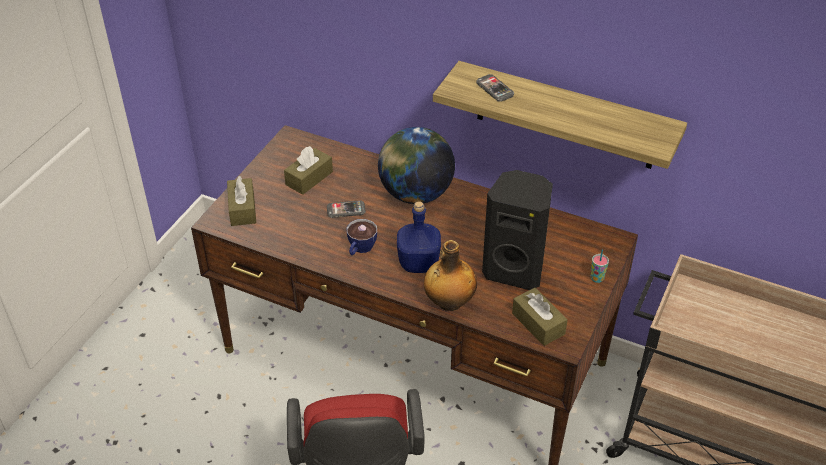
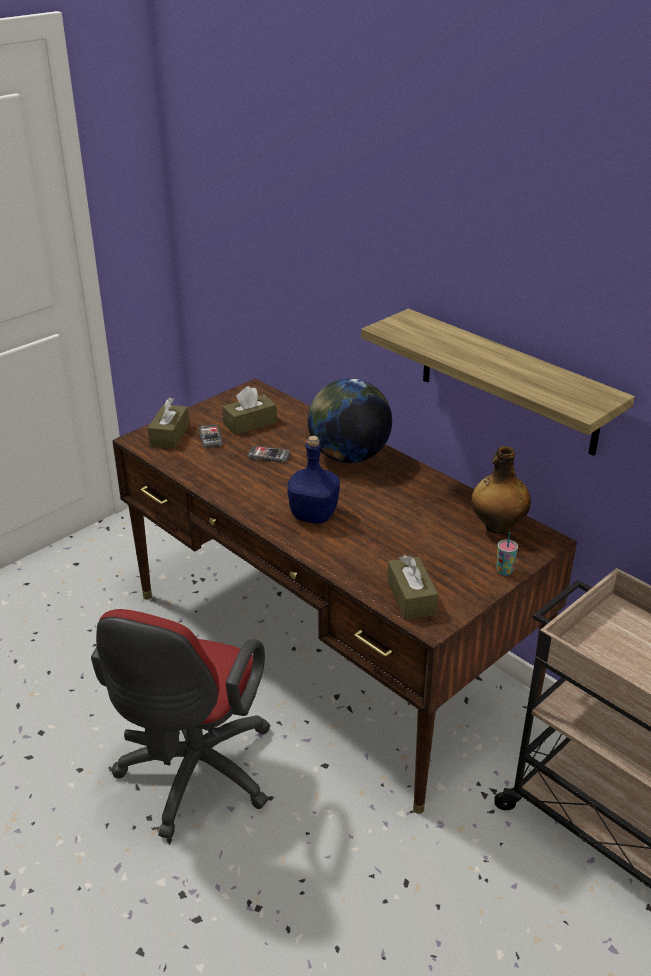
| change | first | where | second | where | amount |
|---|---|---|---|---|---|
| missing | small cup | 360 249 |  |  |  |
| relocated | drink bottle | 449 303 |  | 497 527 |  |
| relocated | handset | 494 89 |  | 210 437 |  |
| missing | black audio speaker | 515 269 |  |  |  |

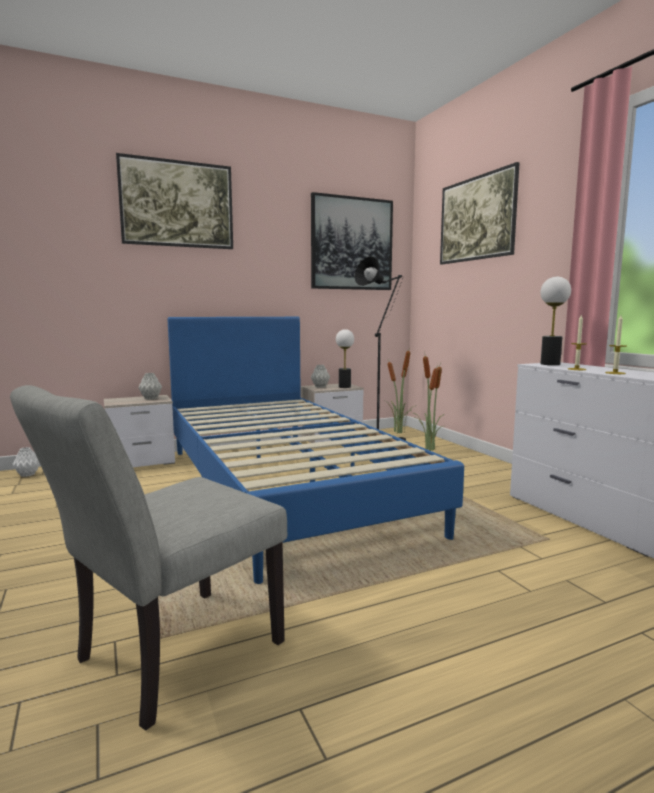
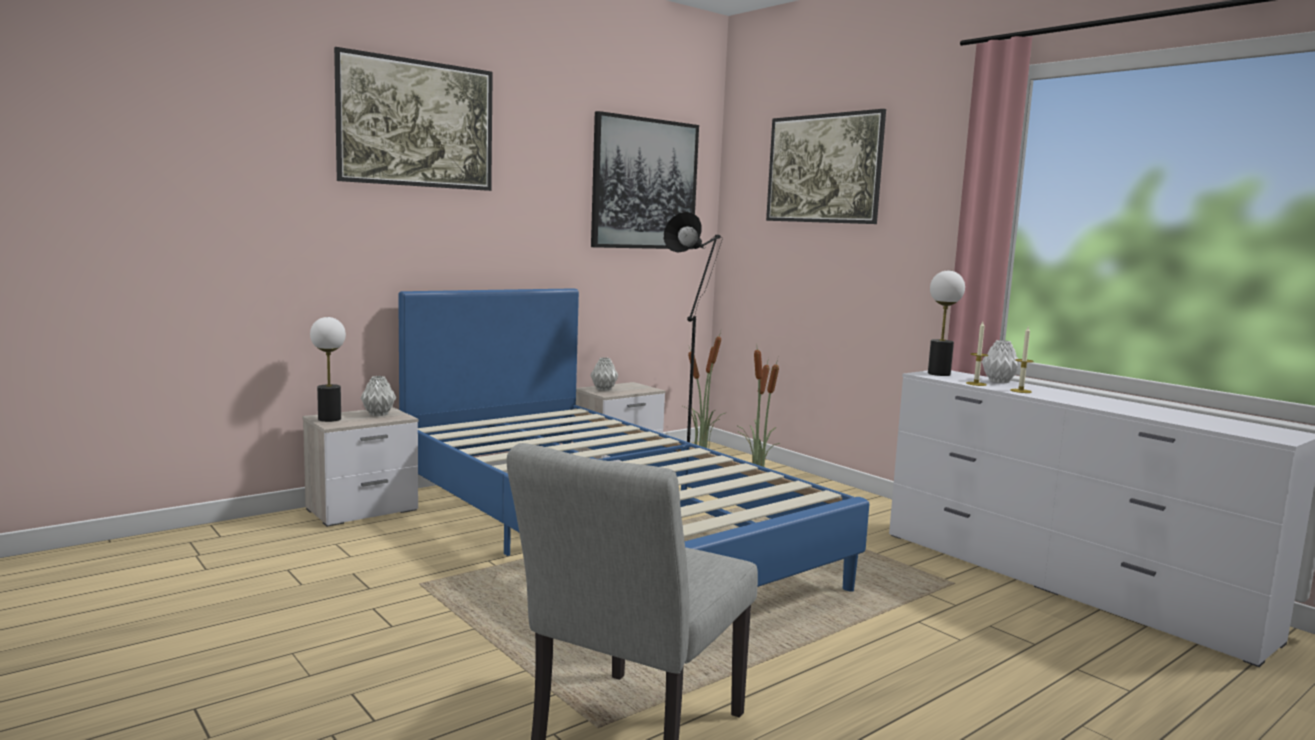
| change | first | where | second | where | amount |
|---|---|---|---|---|---|
| relocated | white-coloured decorative vase | 27 475 |  | 999 381 |  |
| relocated | lamp for a table | 344 387 |  | 329 419 |  |

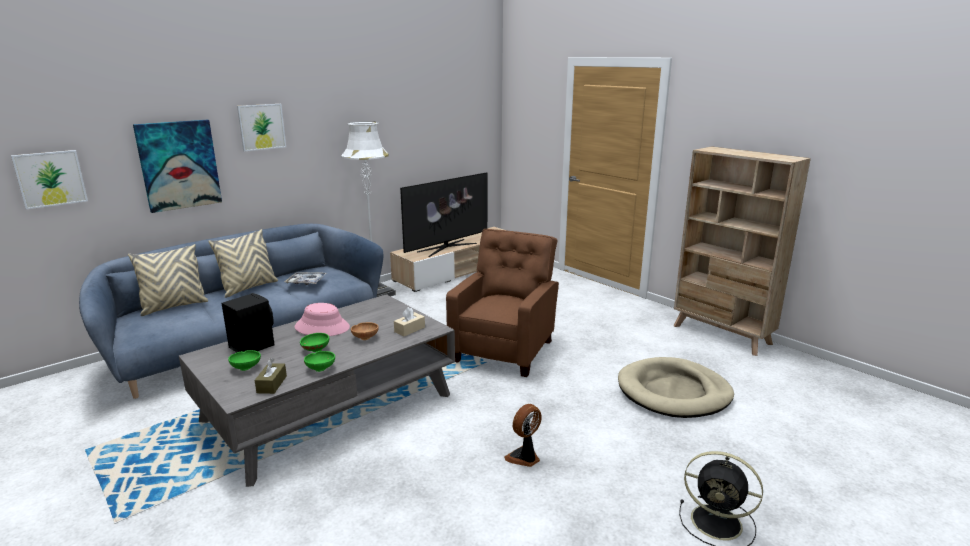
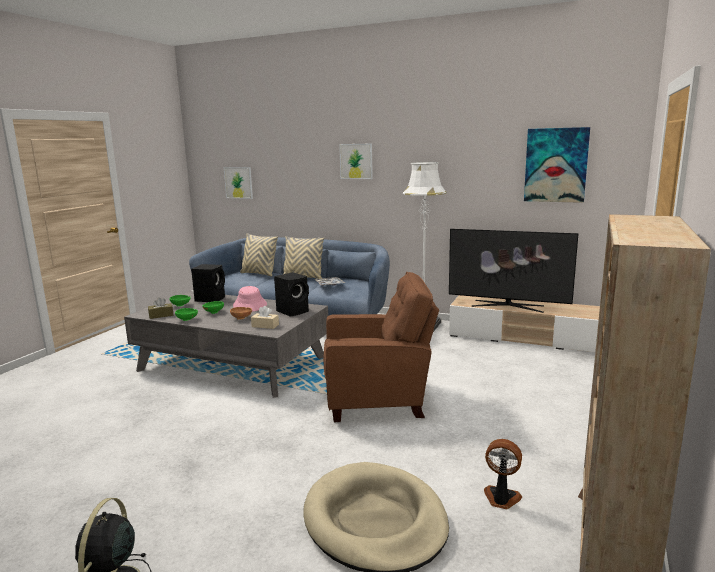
| change | first | where | second | where | amount |
|---|---|---|---|---|---|
| relocated | wall art | 179 165 |  | 556 165 |  |
| relocated | fan | 524 458 |  | 501 499 |  |
| appeared |  |  | black audio speaker | 293 311 |  |

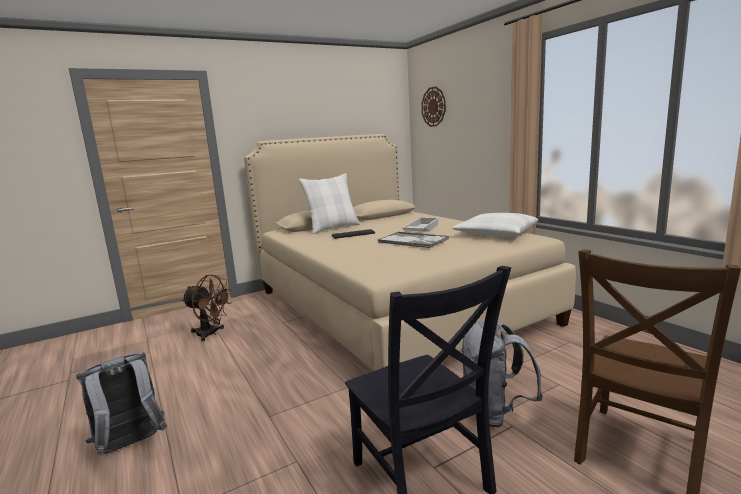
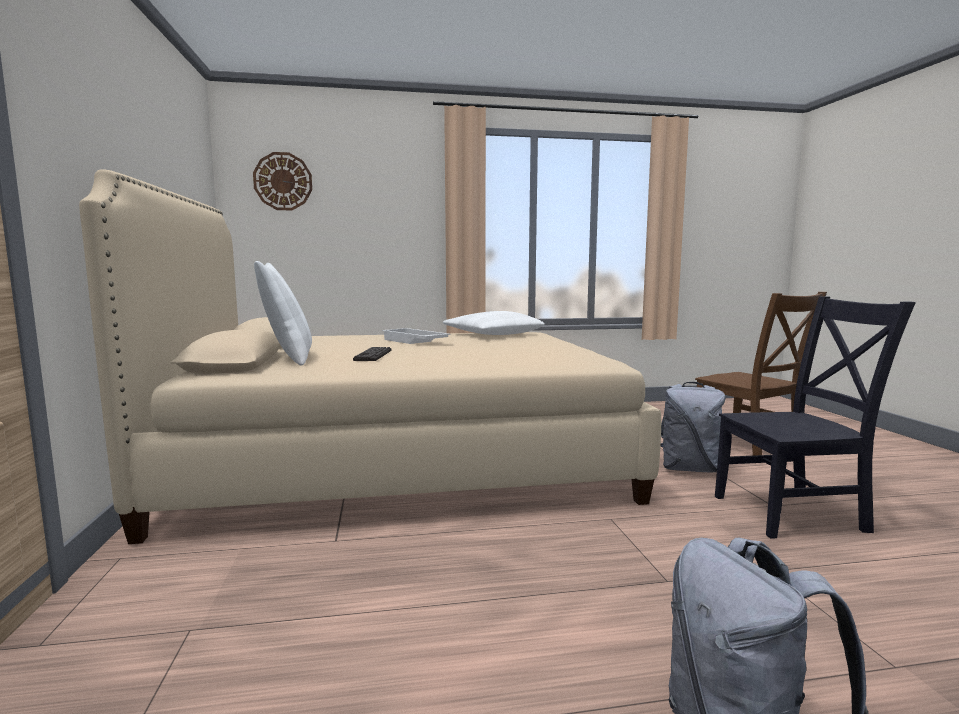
| change | first | where | second | where | amount |
|---|---|---|---|---|---|
| missing | brown-coloured fan | 211 334 |  |  |  |
| missing | carrying tray | 413 241 |  |  |  |

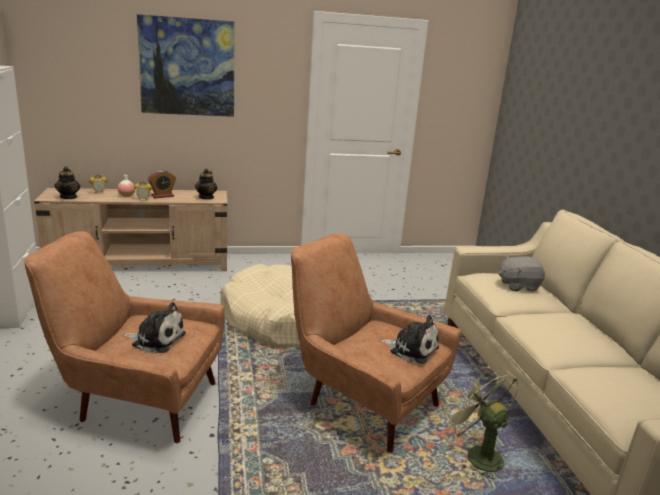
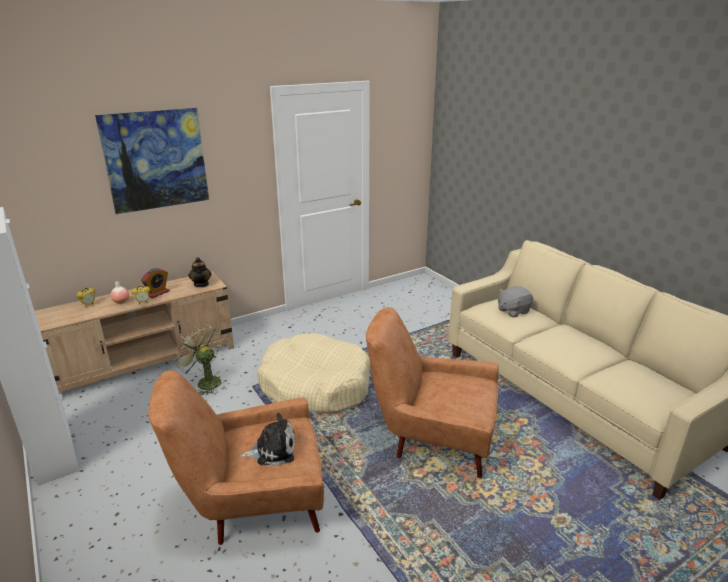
| change | first | where | second | where | amount |
|---|---|---|---|---|---|
| missing | pot for tea | 69 197 |  |  |  |
| missing | cuddly toy | 411 349 |  |  |  |
| relocated | green-coloured fan | 477 454 |  | 205 382 |  |

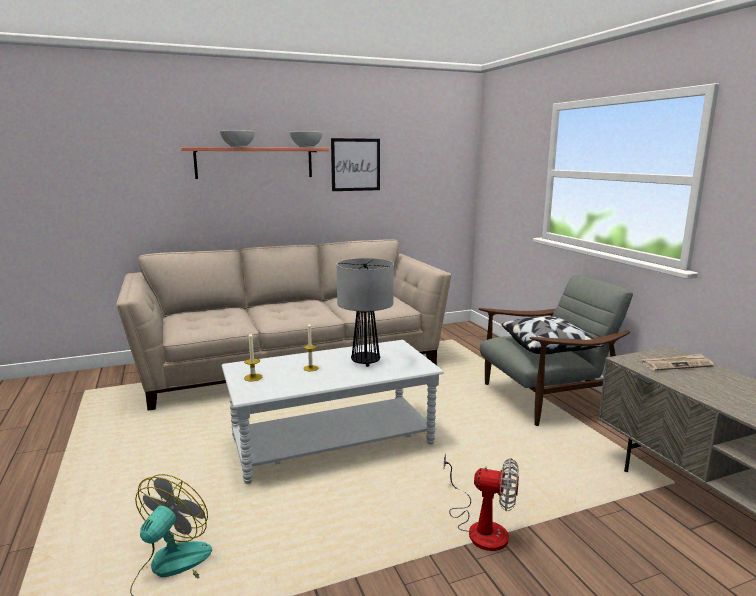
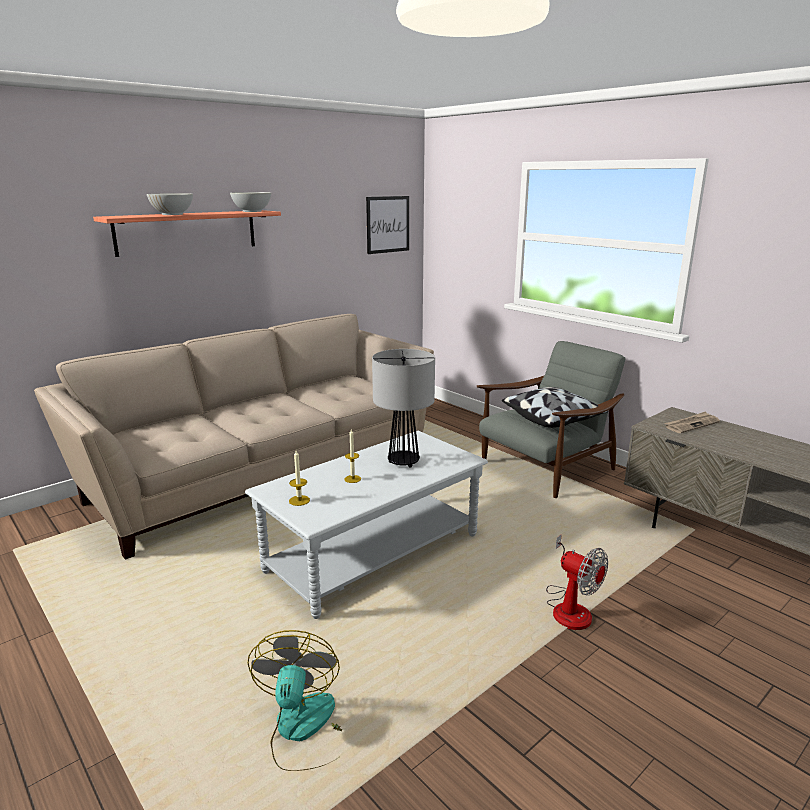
| change | first | where | second | where | amount |
|---|---|---|---|---|---|
| relocated | wall art | 355 164 |  | 388 224 |  |
| spun | fan | 480 527 |  | 569 607 | 45 degrees clockwise |

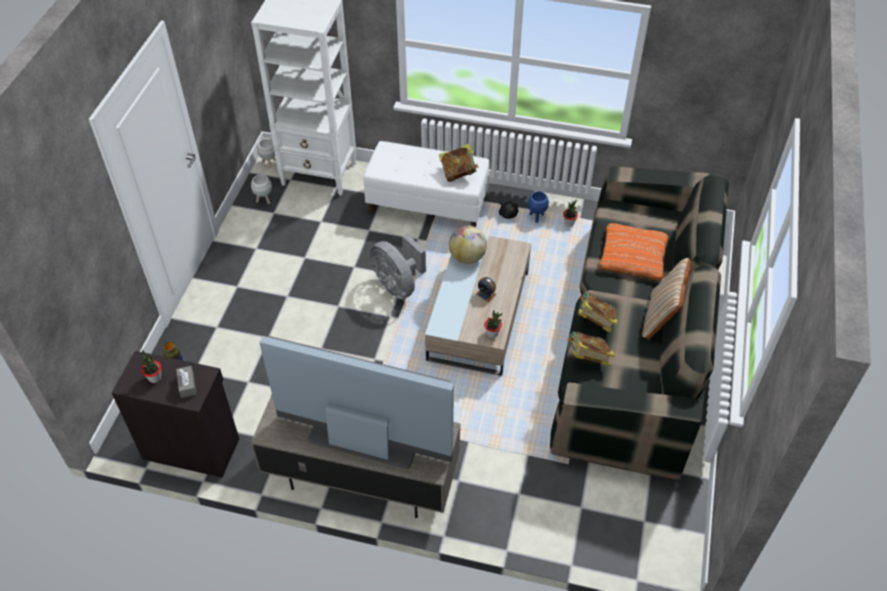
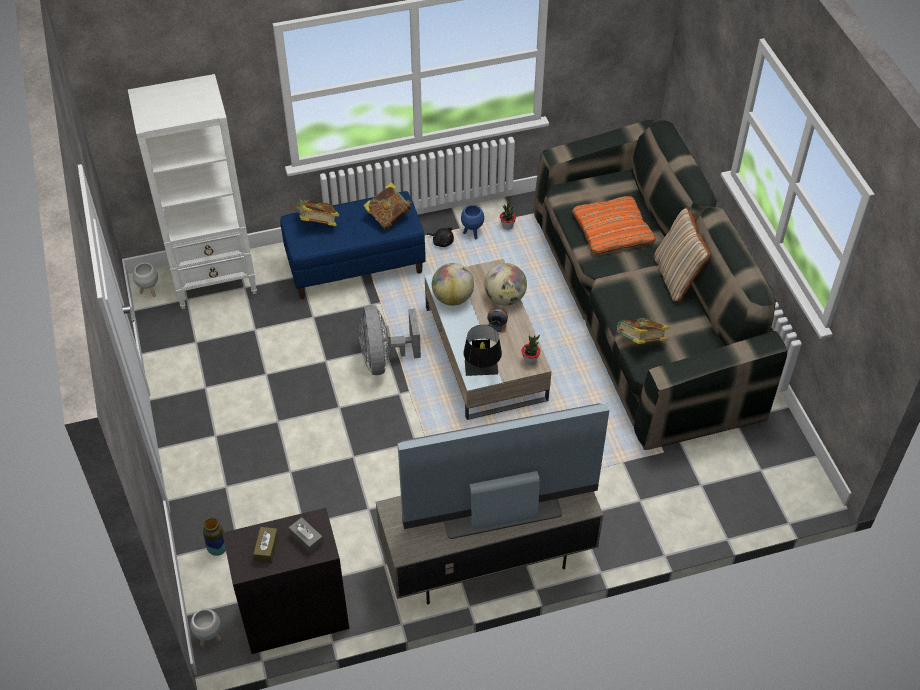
| change | first | where | second | where | amount |
|---|---|---|---|---|---|
| exchanged | houseplant | 155 378 | brown-coloured tissue holder | 266 548 |  |
| relocated | white-coloured flower pot | 264 200 |  | 209 638 |  |
| colour | white-coloured indoor bench | 428 205 | blue-coloured indoor bench | 356 266 |  |
| spun | gray fan | 398 285 |  | 384 359 | 60 degrees clockwise |
| relocated | bound book | 595 321 |  | 317 223 |  |
| appeared |  |  | black lamp for a table | 482 372 |  |
| appeared |  |  | desk globe | 505 298 |  |

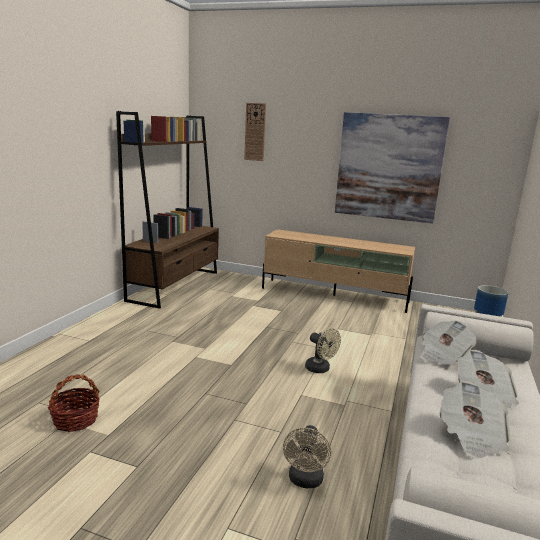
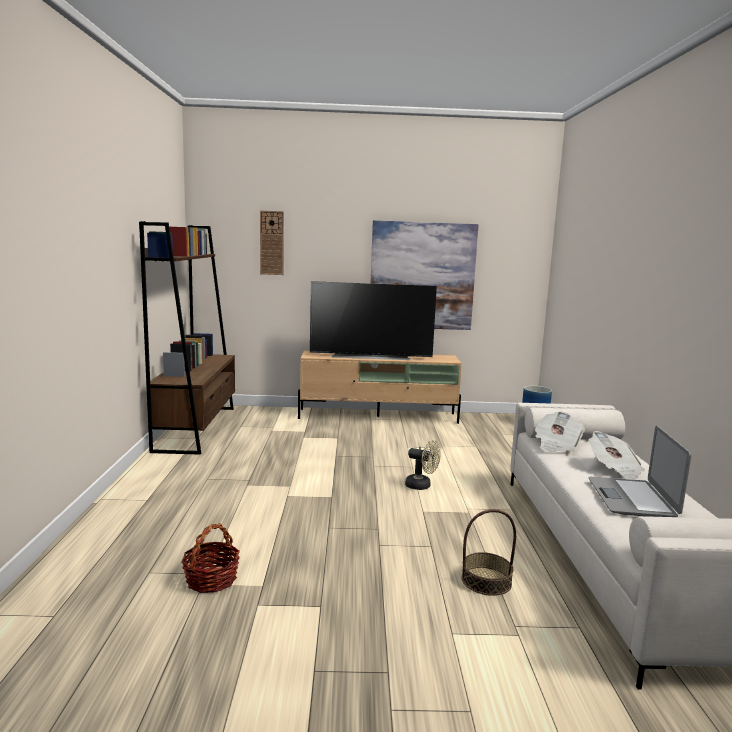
| change | first | where | second | where | amount |
|---|---|---|---|---|---|
| exchanged | beige fan | 305 481 | basket | 486 581 |  |
| exchanged | newspaper | 471 436 | notebook computer | 632 498 |  |
| appeared |  |  | TV | 370 356 |  |

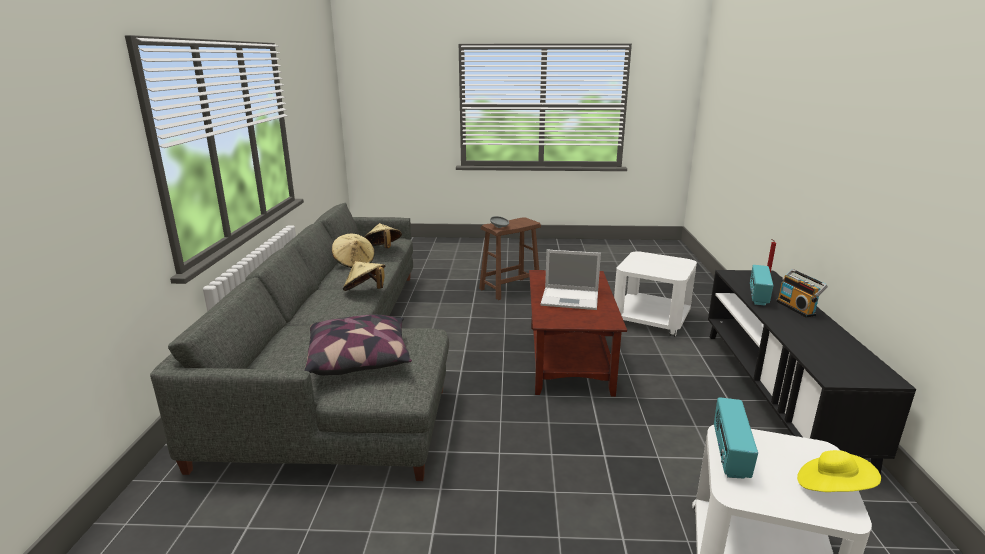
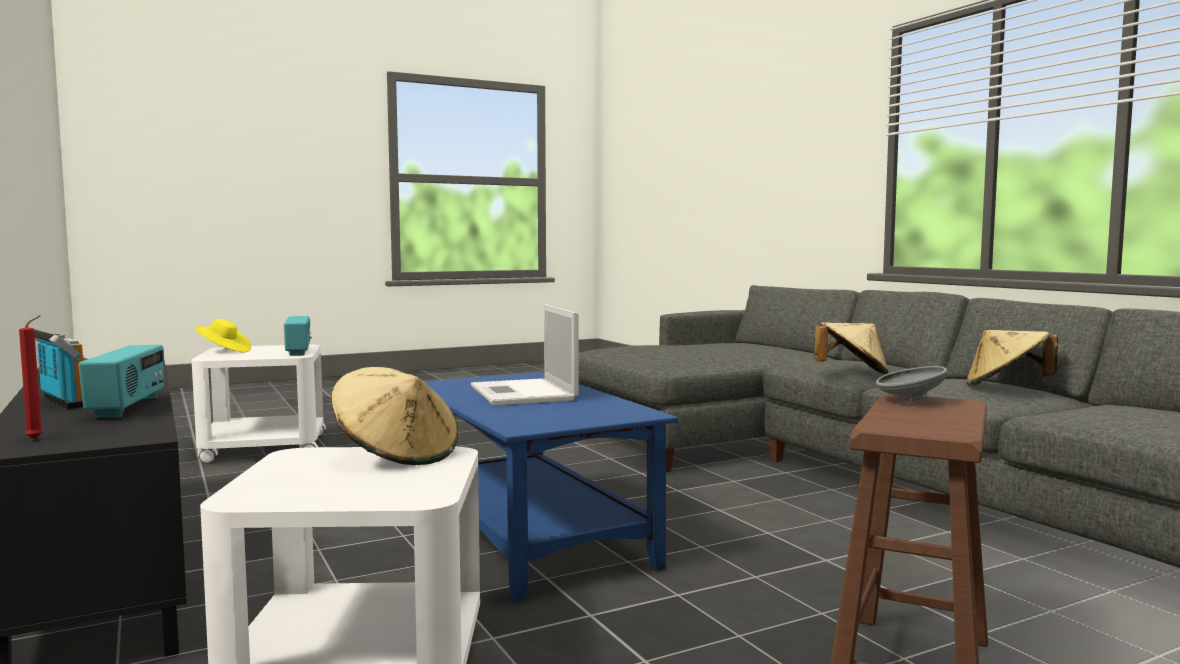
| change | first | where | second | where | amount |
|---|---|---|---|---|---|
| missing | cushion | 360 359 |  |  |  |
| relocated | beige wearable hat | 383 249 |  | 397 455 |  |
| colour | brown-coloured lounge table | 568 357 | blue-coloured lounge table | 530 535 |  |
| spun | notebook computer | 571 299 |  | 524 394 | 90 degrees counterclockwise |

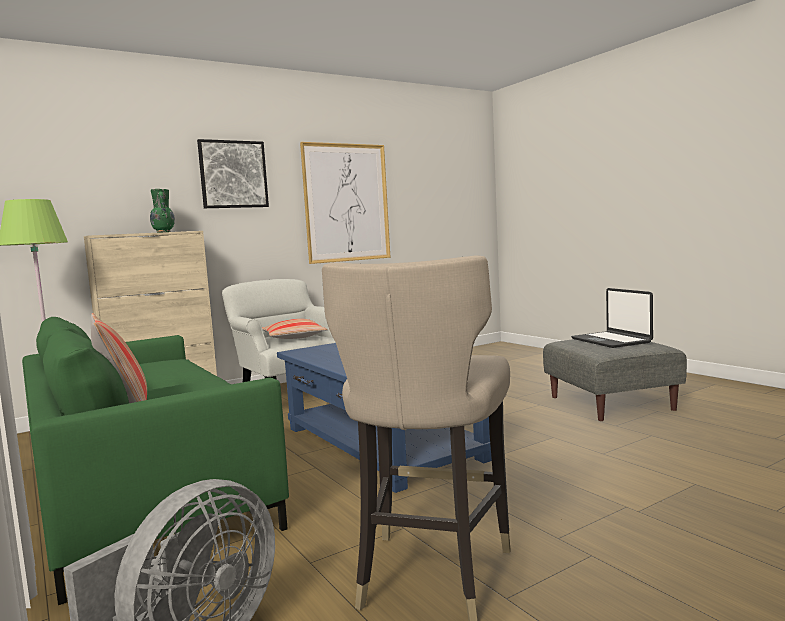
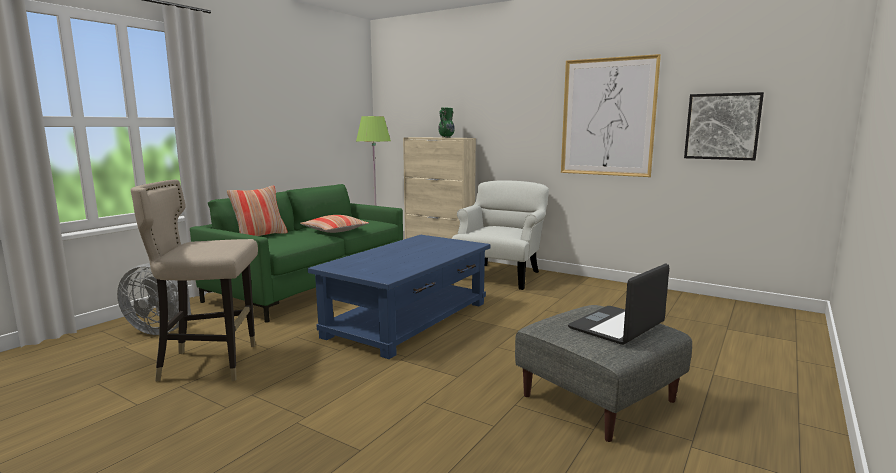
| change | first | where | second | where | amount |
|---|---|---|---|---|---|
| relocated | wall art | 233 174 |  | 722 126 |  |
| relocated | cushion | 294 337 |  | 334 230 |  |

